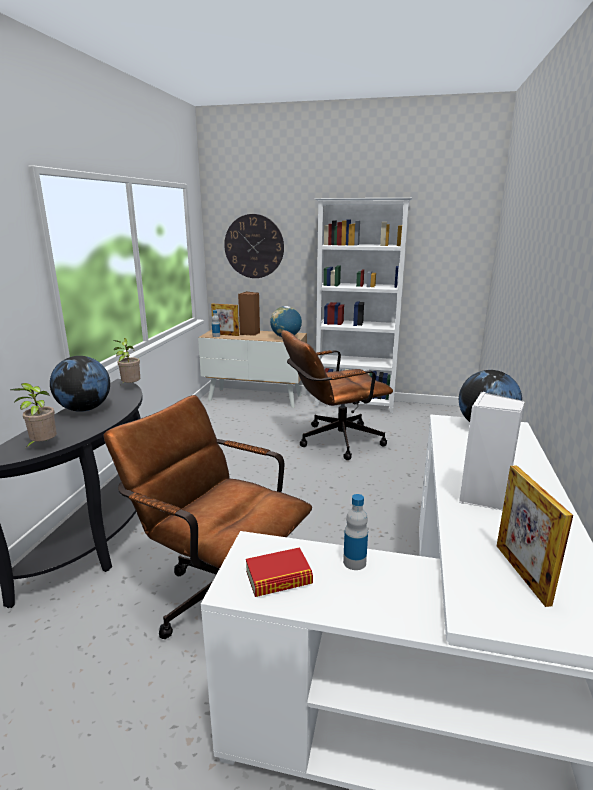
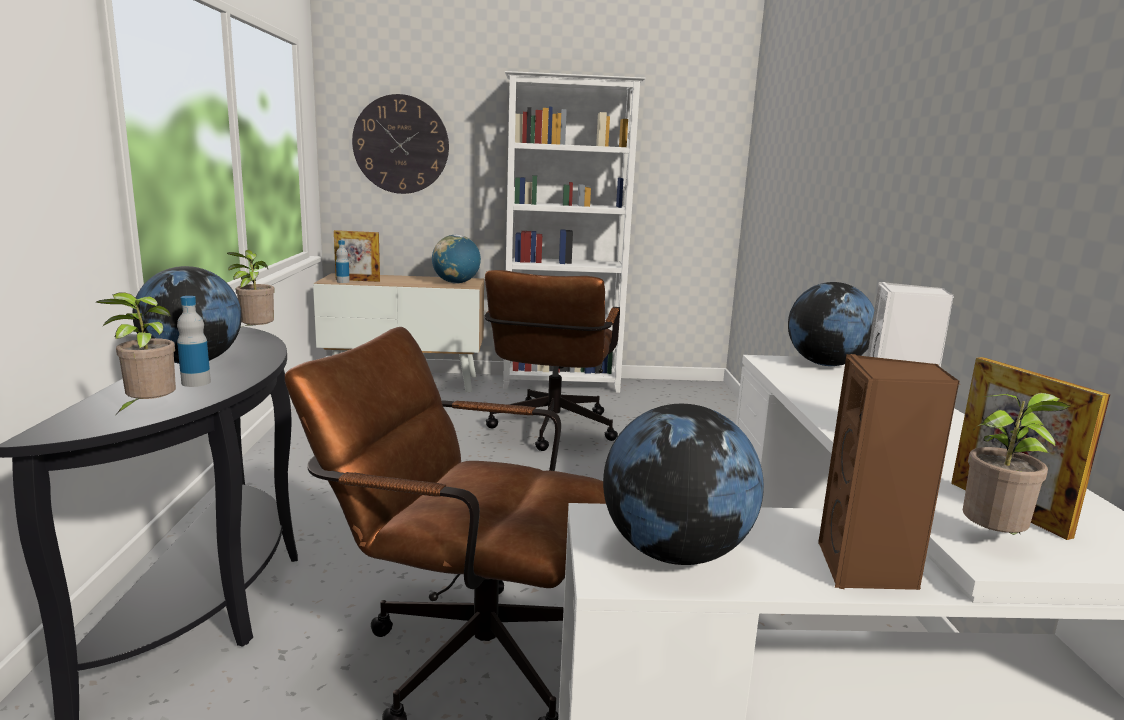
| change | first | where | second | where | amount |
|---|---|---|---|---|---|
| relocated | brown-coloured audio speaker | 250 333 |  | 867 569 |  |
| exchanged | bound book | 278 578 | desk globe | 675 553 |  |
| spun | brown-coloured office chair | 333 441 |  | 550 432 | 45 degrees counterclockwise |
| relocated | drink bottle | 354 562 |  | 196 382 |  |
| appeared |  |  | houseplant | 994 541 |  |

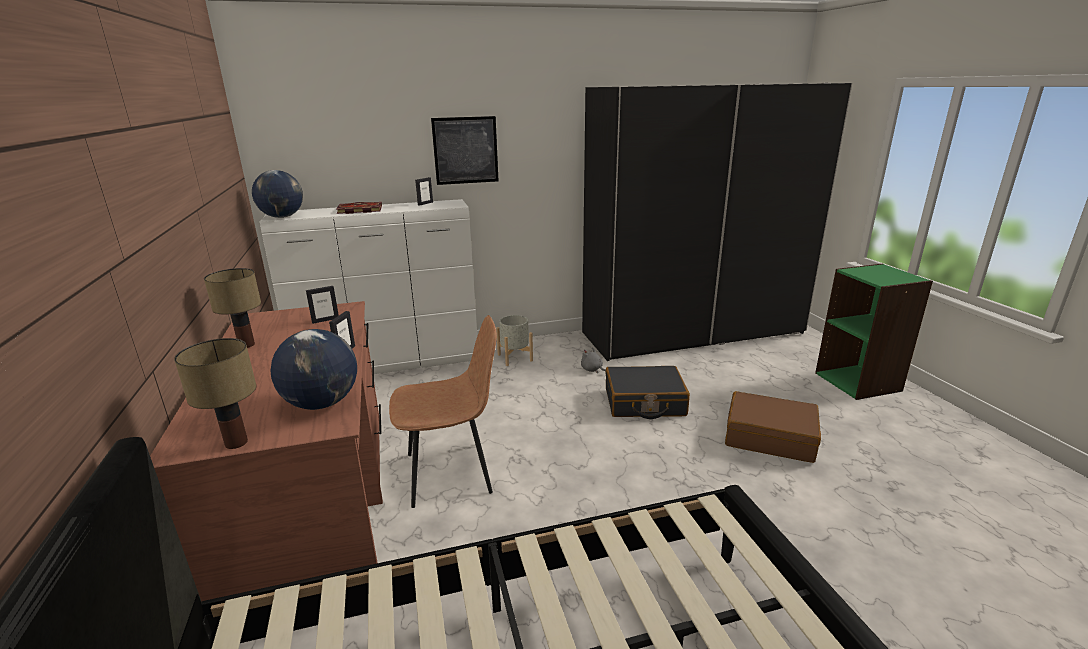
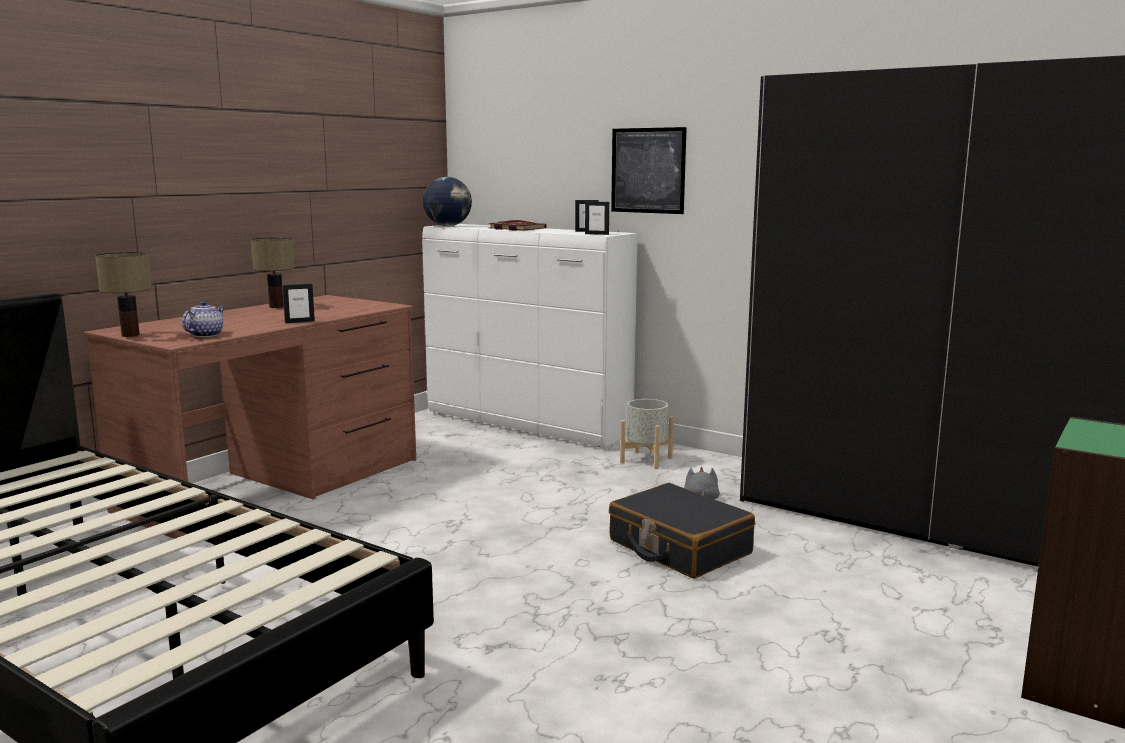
| change | first | where | second | where | amount |
|---|---|---|---|---|---|
| exchanged | desk globe | 321 403 | pot for tea | 206 335 |  |
| relocated | photo frame | 325 320 |  | 597 234 |  |
| missing | brown-coloured plain chair | 451 472 |  |  |  |
| missing | brown-coloured piece of luggage | 769 437 |  |  |  |

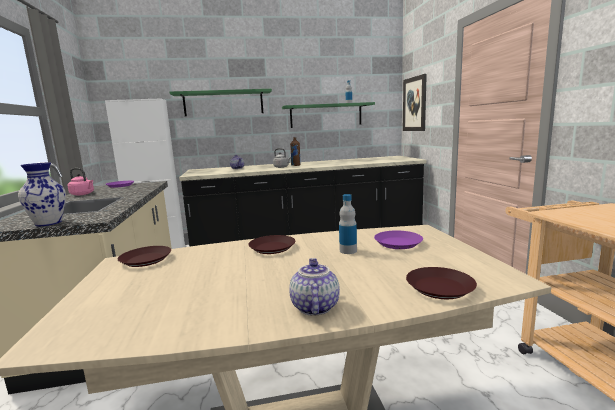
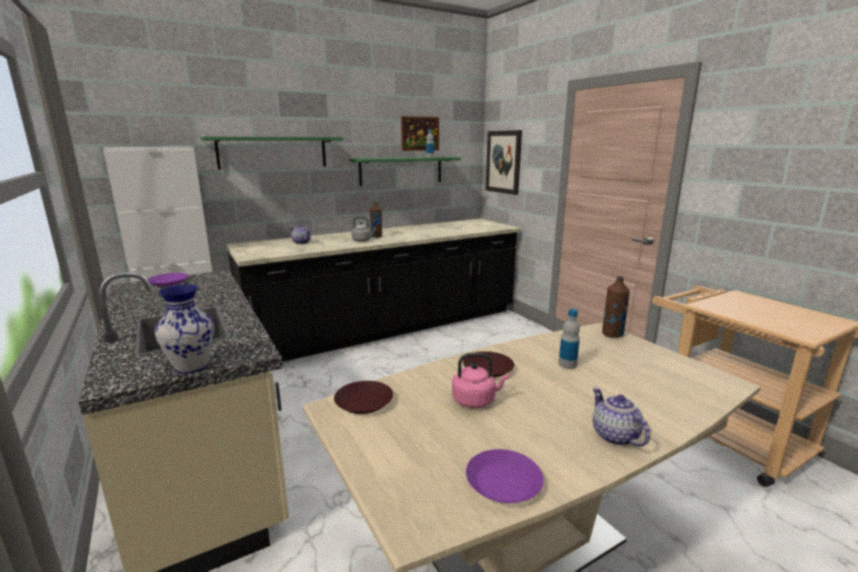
| change | first | where | second | where | amount |
|---|---|---|---|---|---|
| relocated | pink-coloured water kettle | 83 194 |  | 476 400 |  |
| relocated | purple dinner plate | 398 243 |  | 503 481 |  |
| missing | brown-coloured dinner plate | 440 288 |  |  |  |
| appeared |  |  | wall art | 420 133 |  |
| appeared |  |  | brown-coloured drink bottle | 612 334 |  |

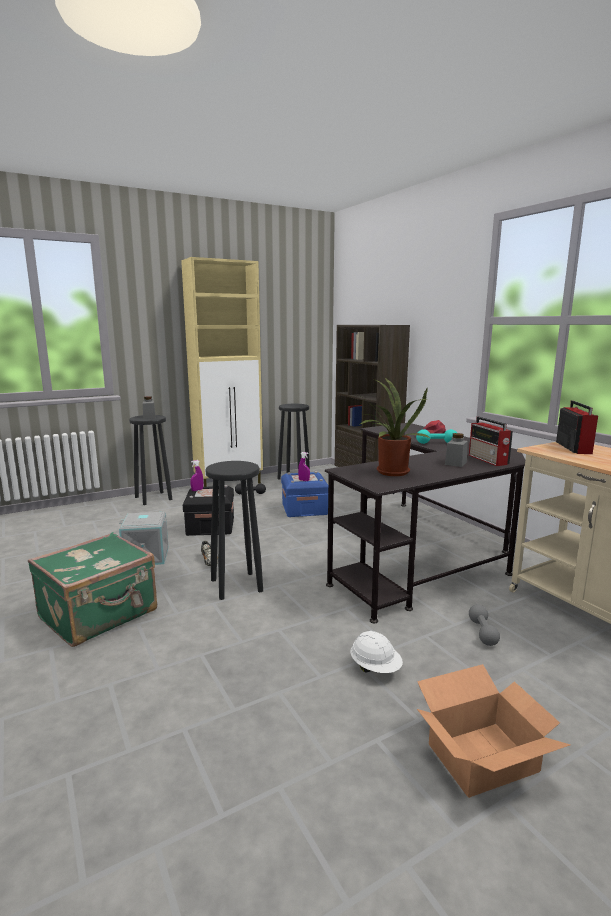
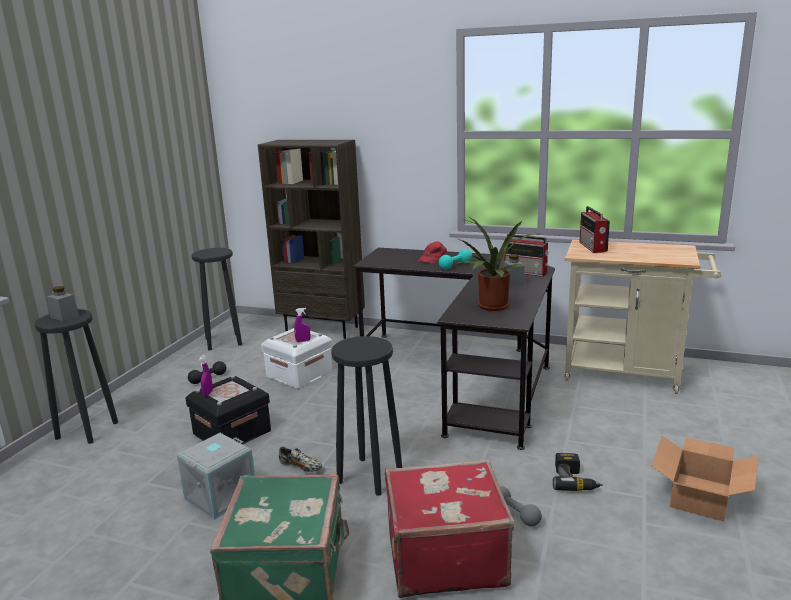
| change | first | where | second | where | amount |
|---|---|---|---|---|---|
| missing | beige cupboard | 230 484 |  |  |  |
| colour | blue-coloured storage box | 304 509 | white-coloured storage box | 299 374 |  |
| exchanged | white-coloured work helmet | 375 668 | electric drill | 575 480 |  |
| relocated | gray dumbbell | 482 632 |  | 515 514 |  |
| spun | radio | 573 447 |  | 593 247 | 150 degrees counterclockwise |
| appeared |  |  | reddish piece of luggage | 444 556 |  |

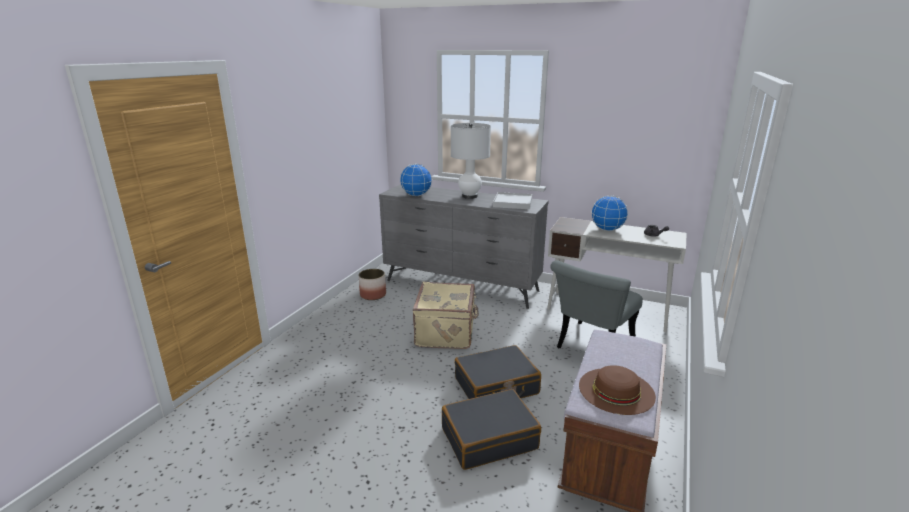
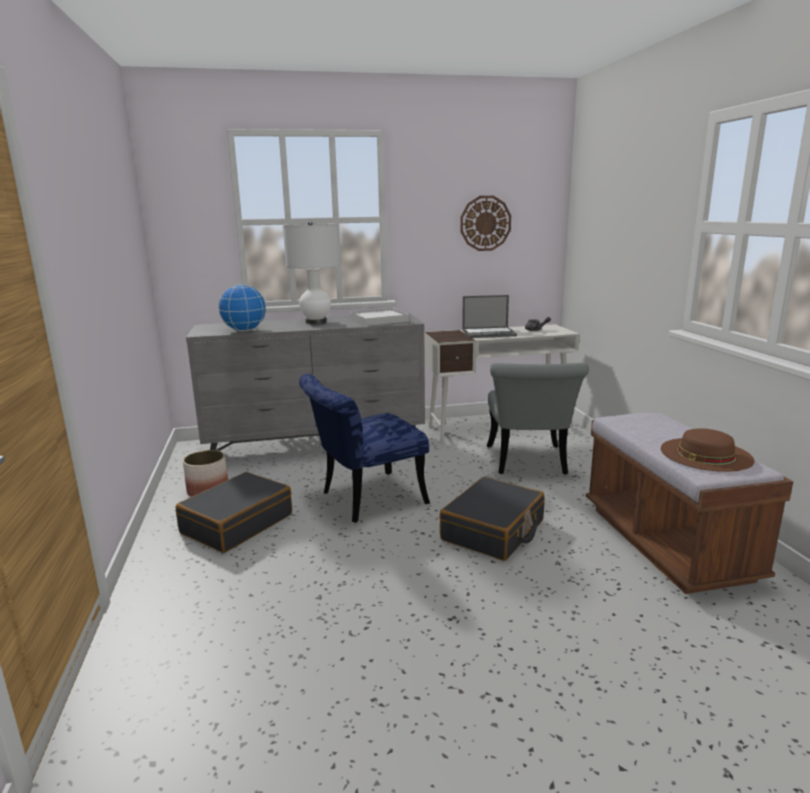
| change | first | where | second | where | amount |
|---|---|---|---|---|---|
| exchanged | beige piece of luggage | 446 332 | blue-coloured plain chair | 365 499 |  |
| relocated | black piece of luggage | 489 438 |  | 237 523 |  |
| exchanged | desk globe | 607 229 | notebook computer | 489 333 |  |
| appeared |  |  | clock on the wall | 485 223 |  |

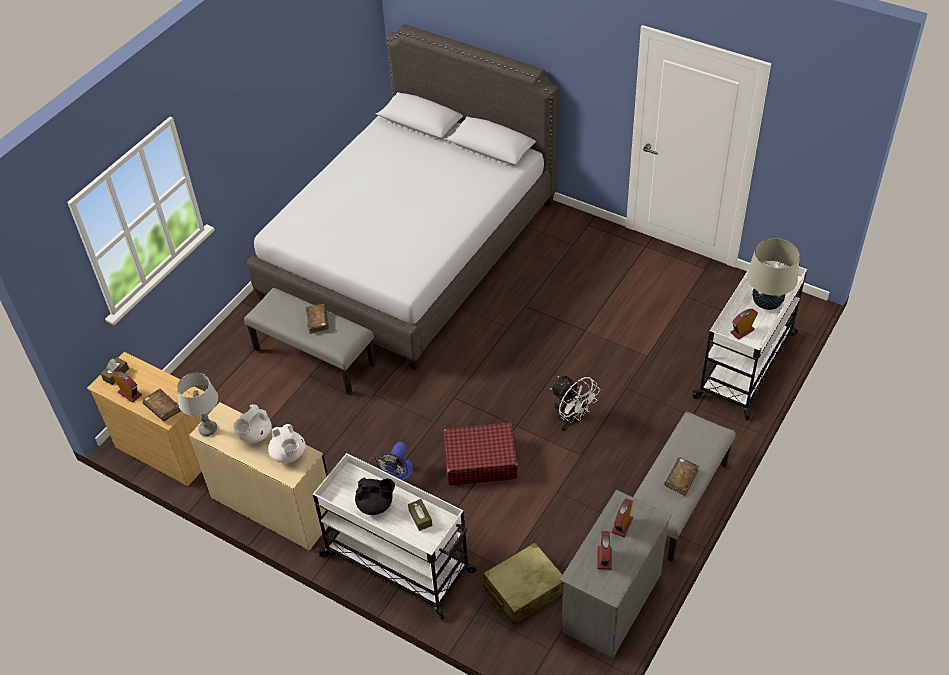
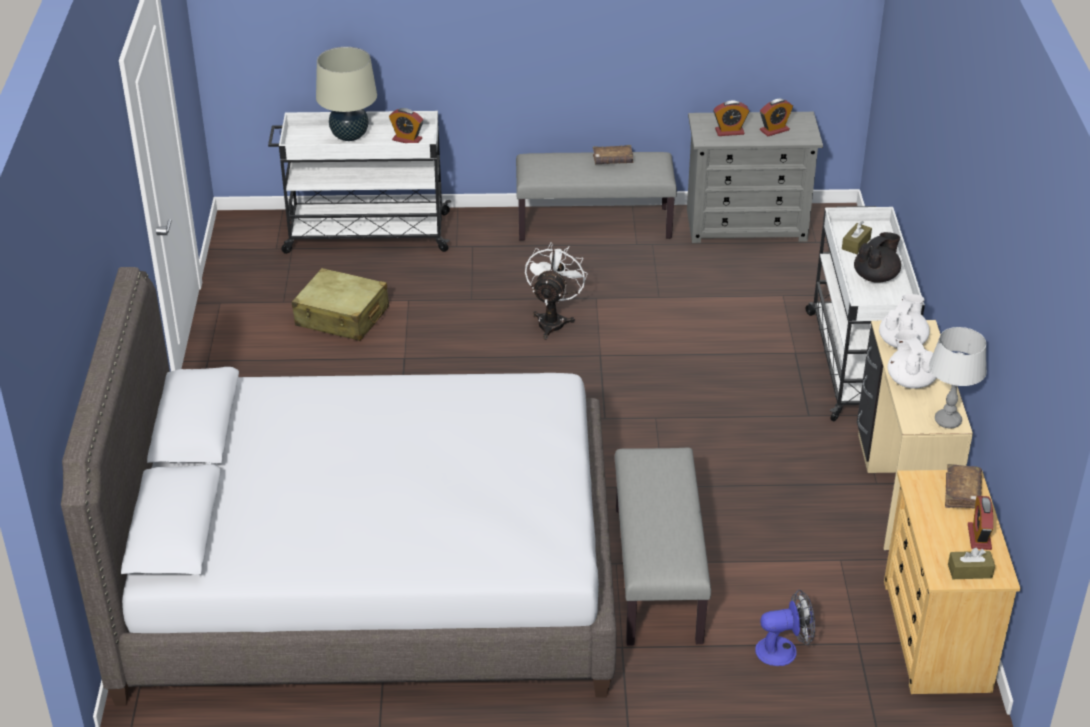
| change | first | where | second | where | amount |
|---|---|---|---|---|---|
| spun | white-coloured pot for tea | 254 435 |  | 910 380 | 105 degrees counterclockwise |
| missing | brown-coloured bound book | 317 321 |  |  |  |
| spun | black pot for tea | 376 505 |  | 876 276 | 75 degrees clockwise |
| relocated | fan | 398 474 |  | 783 650 |  |
| missing | reddish piece of luggage | 480 461 |  |  |  |
| relocated | beige piece of luggage | 524 590 |  | 342 317 |  |

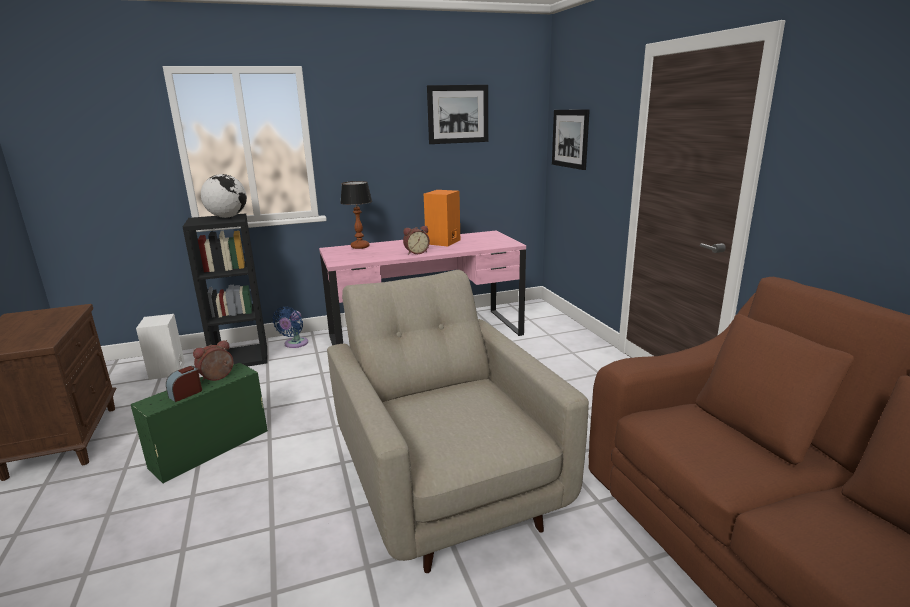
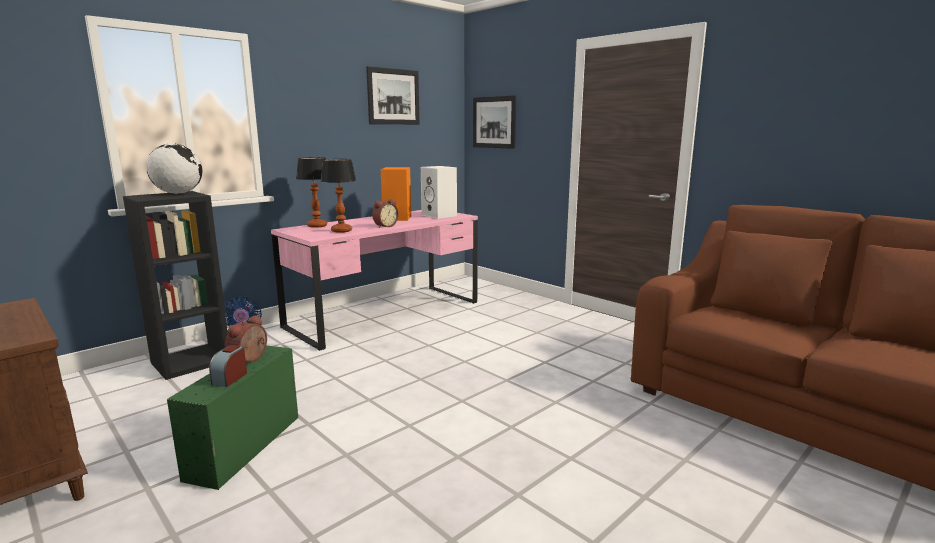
| change | first | where | second | where | amount |
|---|---|---|---|---|---|
| relocated | white-coloured audio speaker | 168 371 |  | 440 215 |  |
| missing | beige lounge chair | 445 483 |  |  |  |
| appeared |  |  | lamp for a table | 341 230 |  |

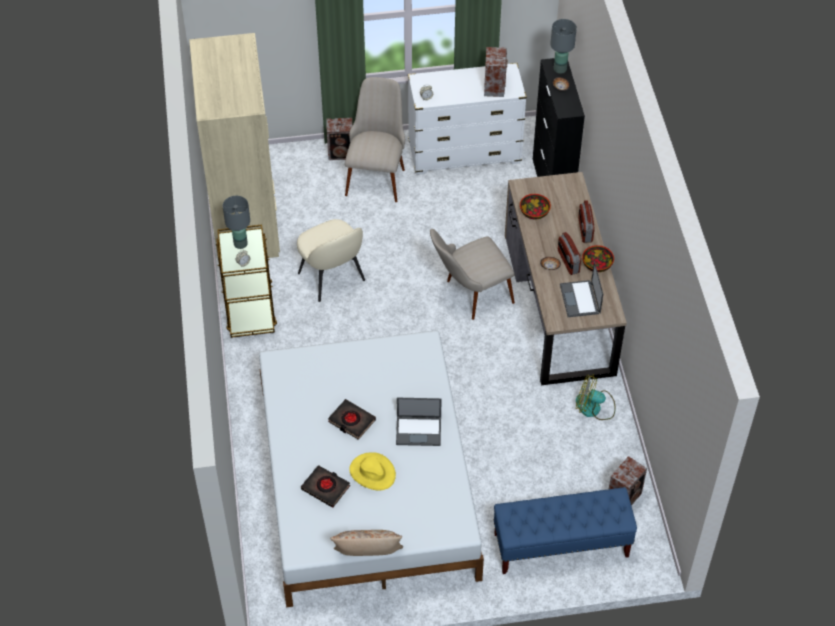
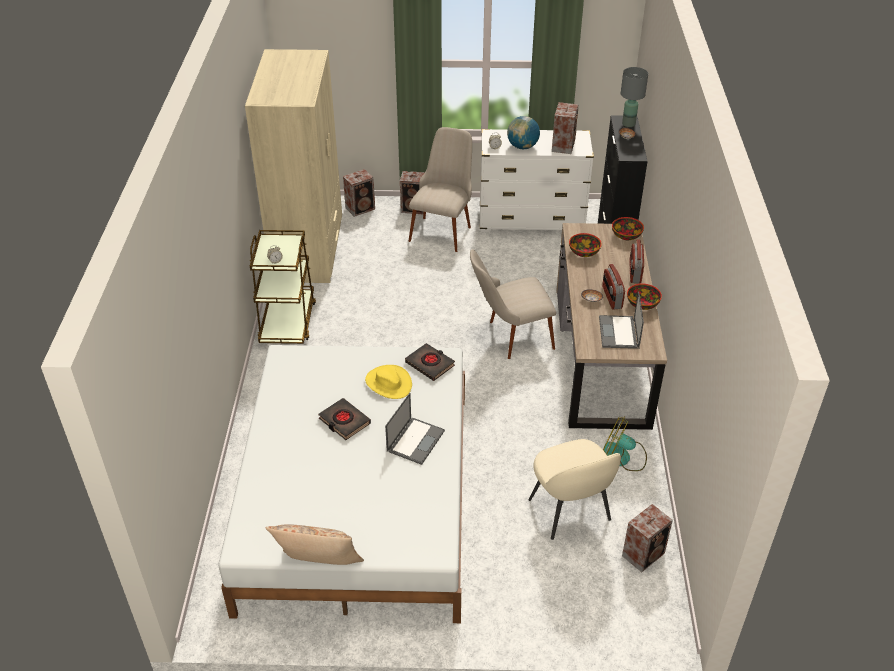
| change | first | where | second | where | amount |
|---|---|---|---|---|---|
| missing | gray lamp for a table | 240 243 |  |  |  |
| relocated | beige plain chair | 332 278 |  | 570 511 |  |
| relocated | black bound book | 326 488 |  | 430 364 |  |
| relocated | yellowish wearable hat | 372 472 |  | 388 383 |  |
| spun | notebook computer | 419 430 |  | 415 440 | 75 degrees counterclockwise |
| missing | blue-coloured indoor bench | 560 545 |  |  |  |
| appeared |  |  | audio speaker | 361 208 |  |
| appeared |  |  | desk globe | 522 147 |  |
| appeared |  |  | serving bowl | 626 235 |  |

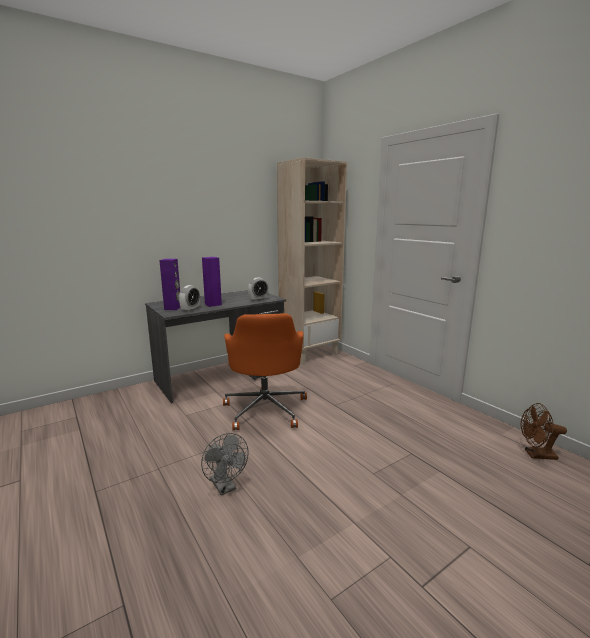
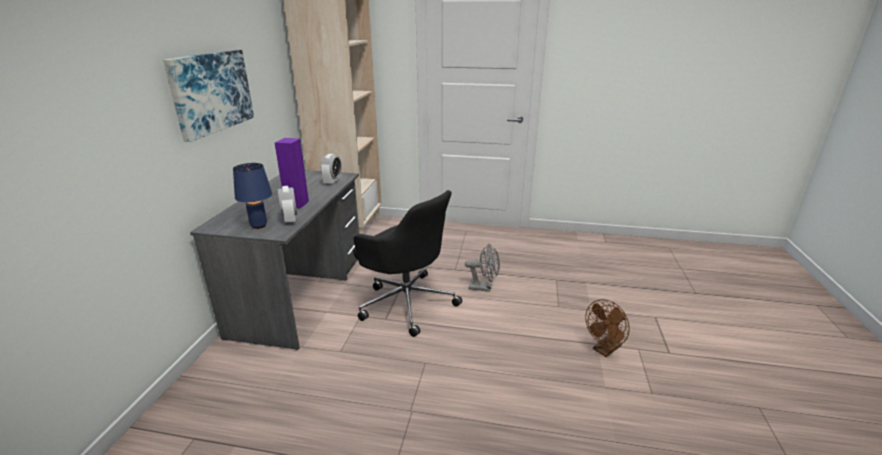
| change | first | where | second | where | amount |
|---|---|---|---|---|---|
| exchanged | purple audio speaker | 173 308 | blue-coloured lamp for a table | 258 225 |  |
| relocated | gray fan | 225 487 |  | 484 287 |  |
| colour | orange-coloured office chair | 265 409 | black office chair | 407 302 |  |
| relocated | brown-coloured fan | 536 455 |  | 604 350 |  |
| appeared |  |  | wall art | 211 92 |  |

